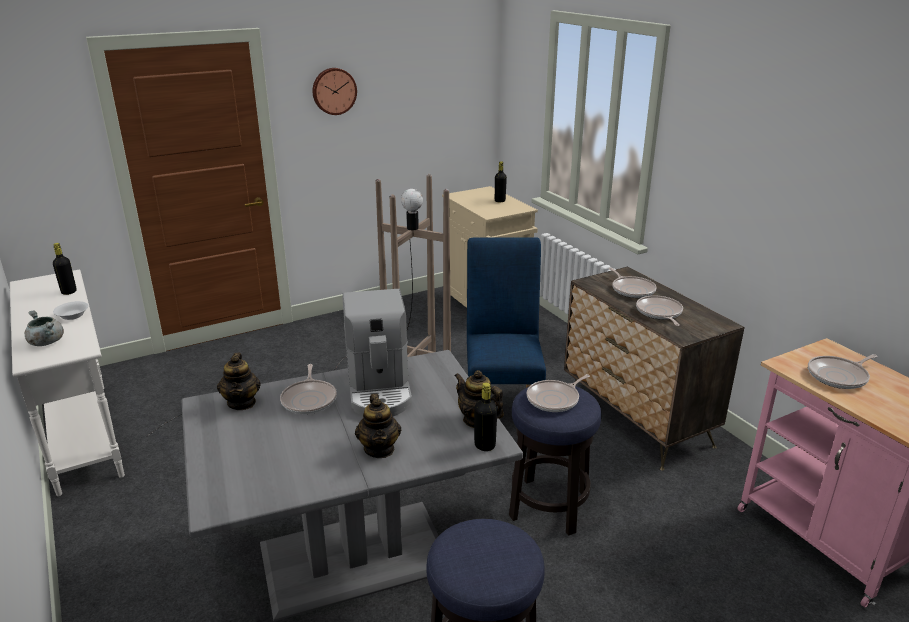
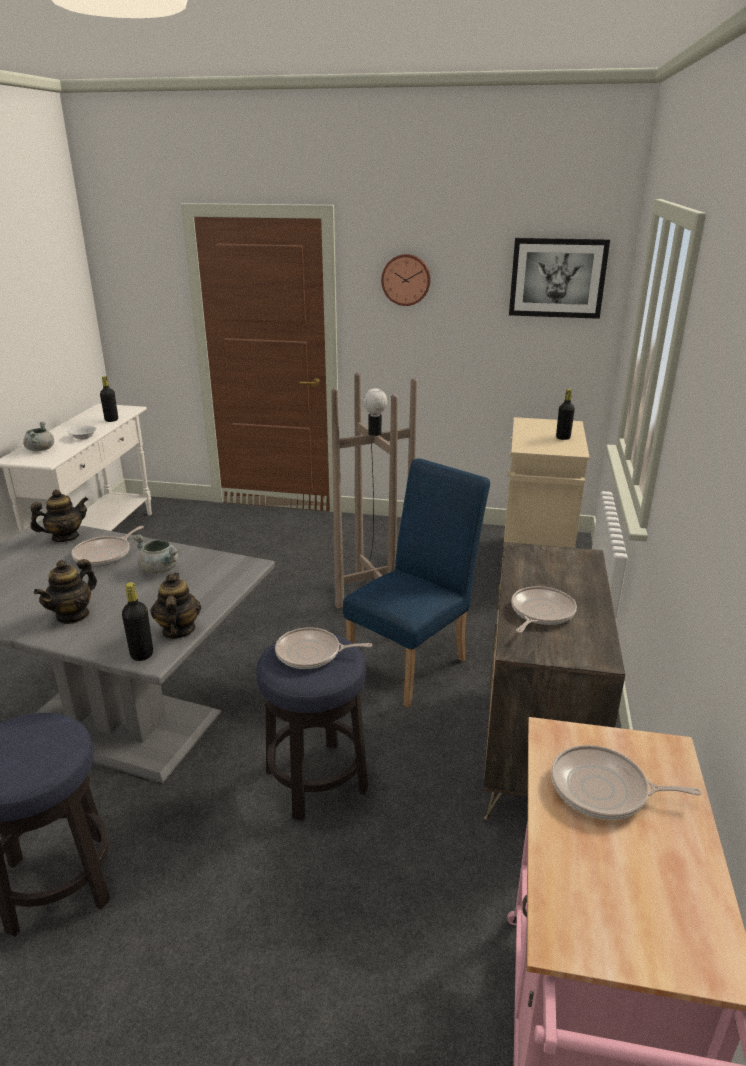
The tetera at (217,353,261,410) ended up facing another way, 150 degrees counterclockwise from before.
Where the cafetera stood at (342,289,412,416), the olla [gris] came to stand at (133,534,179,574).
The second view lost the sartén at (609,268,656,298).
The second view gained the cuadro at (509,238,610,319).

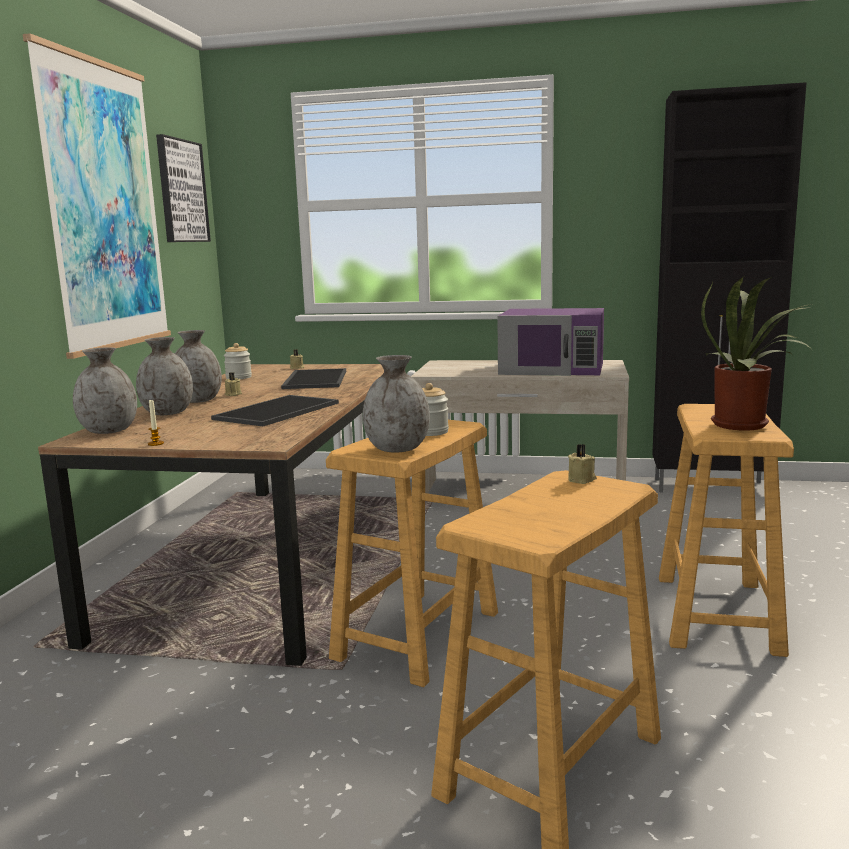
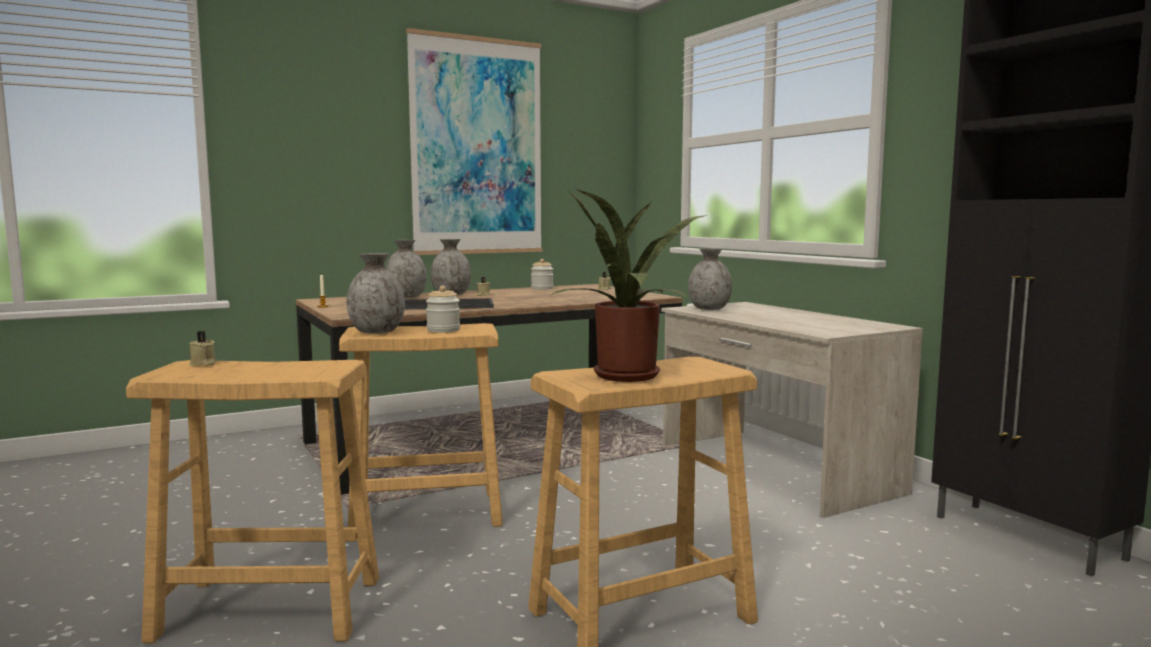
The florero [gris] ended up elsewhere, having gone from (73,347,137,434) to (688,249,732,310).
The second view lost the cuadro at (156,134,211,242).
The second view lost the bandeja at (281,368,346,389).
The second view lost the microondas [morado] at (497,308,604,376).
The vela [beis] ended up elsewhere, having gone from (568,444,597,484) to (189,331,217,366).

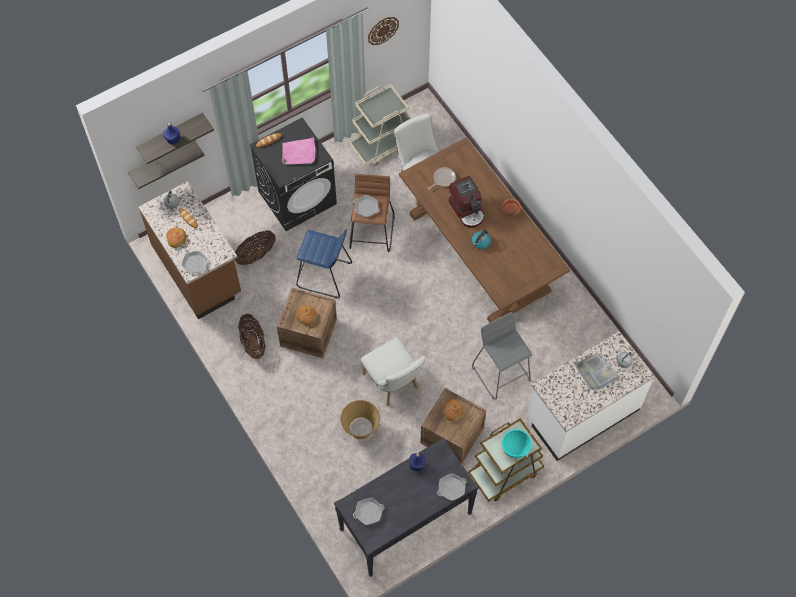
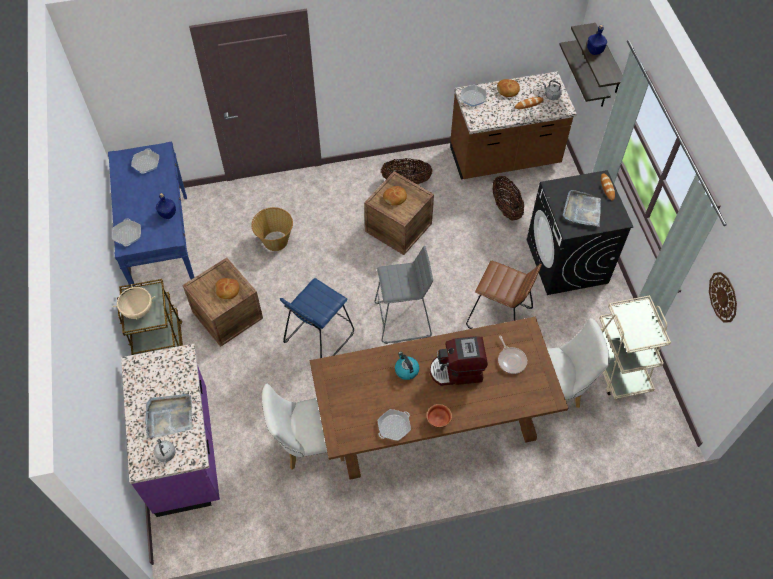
What was the bandeja [rosa] at (282,137,315,164) turned into the bandeja [gris] at (563,190,601,227).
The taburete [azul] ended up elsewhere, having gone from (296,229,352,299) to (280,278,354,358).
What was the mesa consola [negro] at (334,437,478,577) turned into the mesa consola [azul] at (108,141,195,287).
The sartén ended up elsewhere, having gone from (353,195,379,217) to (378,409,411,441).
The silla [blanco] ended up elsewhere, having gone from (361,337,426,406) to (262,384,345,470).
The taburete [gris] ended up elsewhere, having gone from (472,312,532,400) to (374,246,433,344).
What was the olla [turquesa] at (502,429,532,458) turned into the olla [beis] at (113,284,155,320).
What was the mueble bajo de cocina [blanco] at (528,331,655,461) turned into the mueble bajo de cocina [morado] at (121,344,220,517).

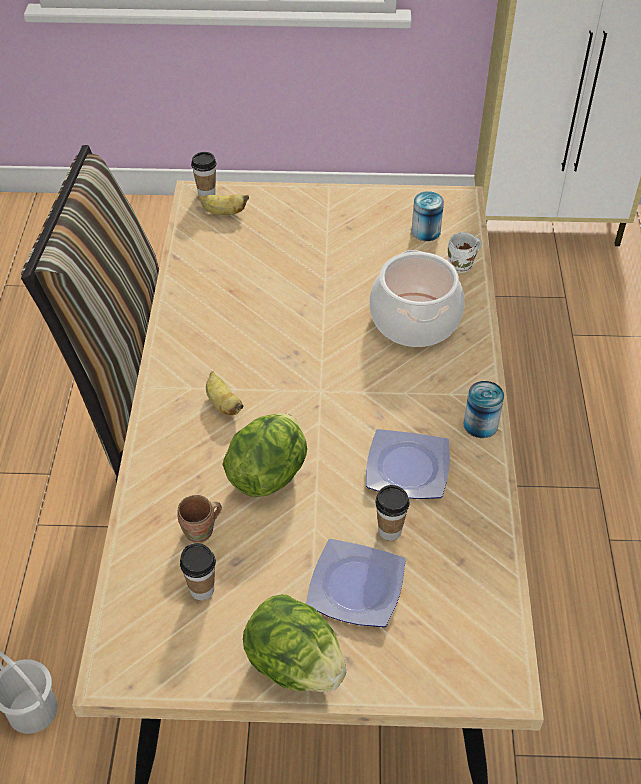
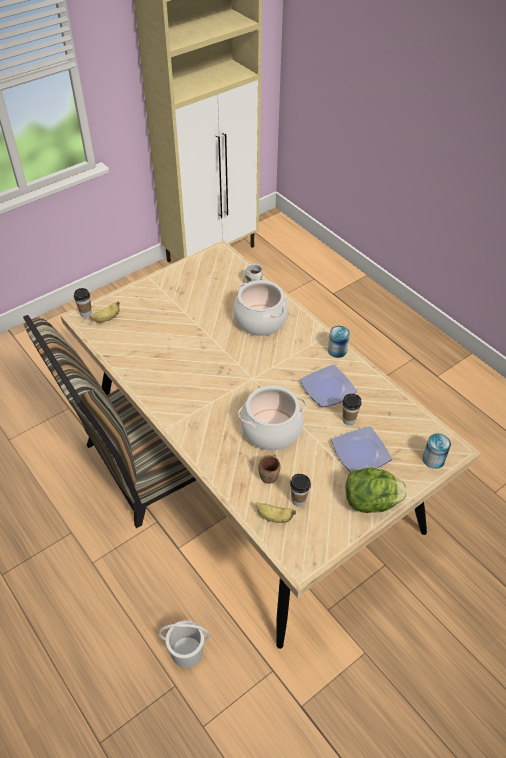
The plátano ended up elsewhere, having gone from (206,371,244,415) to (256,502,296,523).
Where the lechuga stood at (222,413,307,497), the olla came to stand at (238,385,306,450).
The lata ended up elsewhere, having gone from (411,191,444,241) to (423,433,451,469).

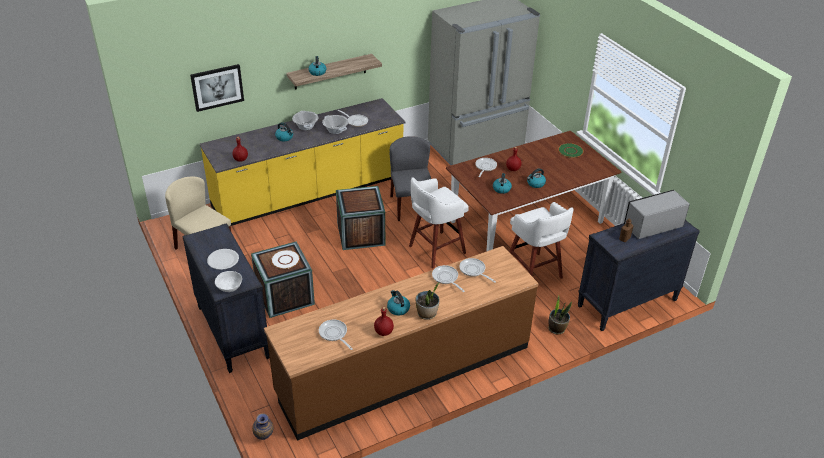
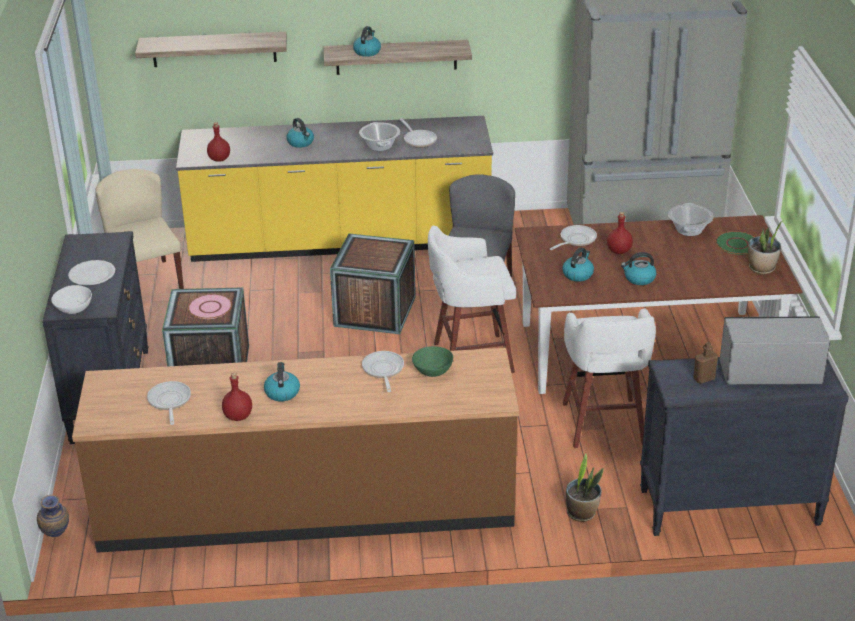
Where the cuadro hung at (190,64,244,112), the estante came to hang at (135,32,287,67).
What was the plato [blanco] at (271,250,300,269) turned into the plato [rosa] at (188,294,232,319).
The olla ended up elsewhere, having gone from (292,111,319,130) to (668,203,713,236).
The planta en maceta ended up elsewhere, having gone from (416,283,439,320) to (748,221,783,274).
Where the sartén stood at (459,258,496,283), the cuenco [verde] came to stand at (412,346,453,377).

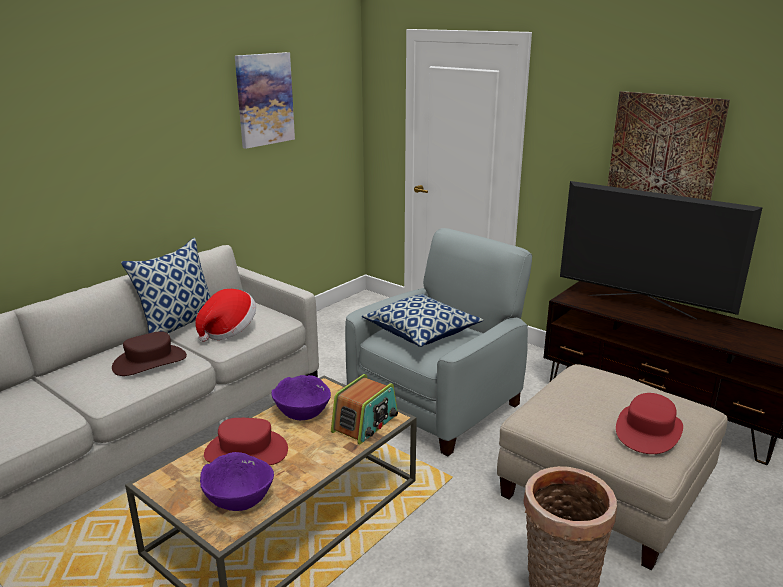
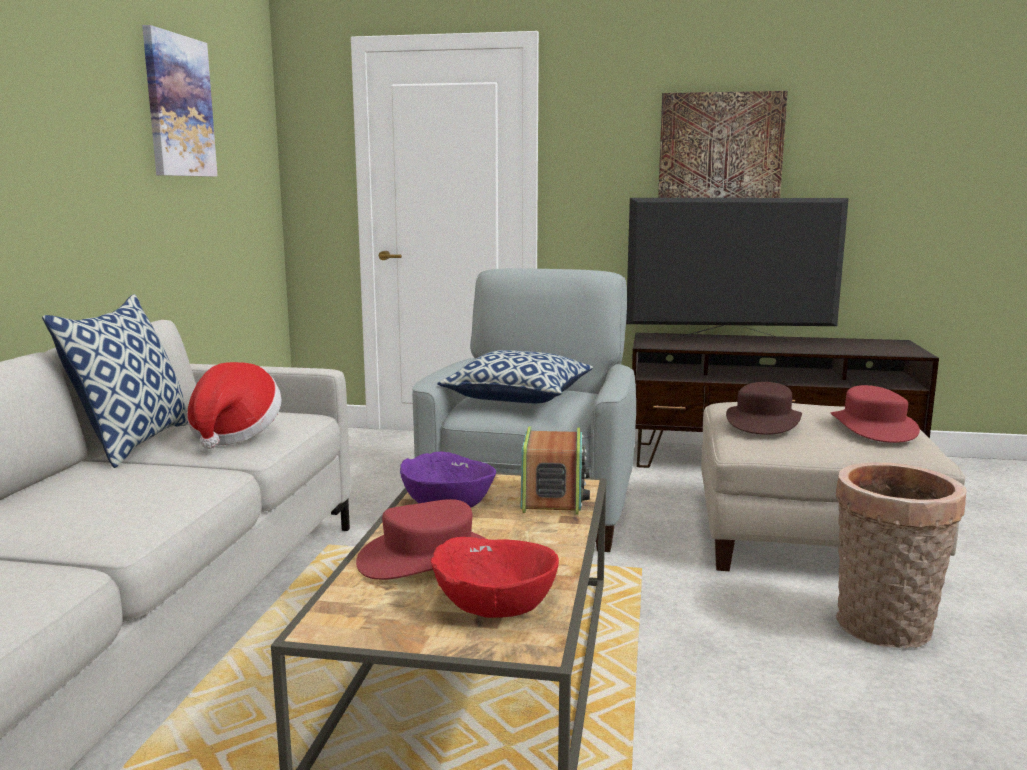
The sombrero [marrón] ended up elsewhere, having gone from (112,331,187,376) to (726,382,802,435).
What was the cuenco [morado] at (200,452,274,511) turned into the cuenco [rojo] at (431,537,559,618).

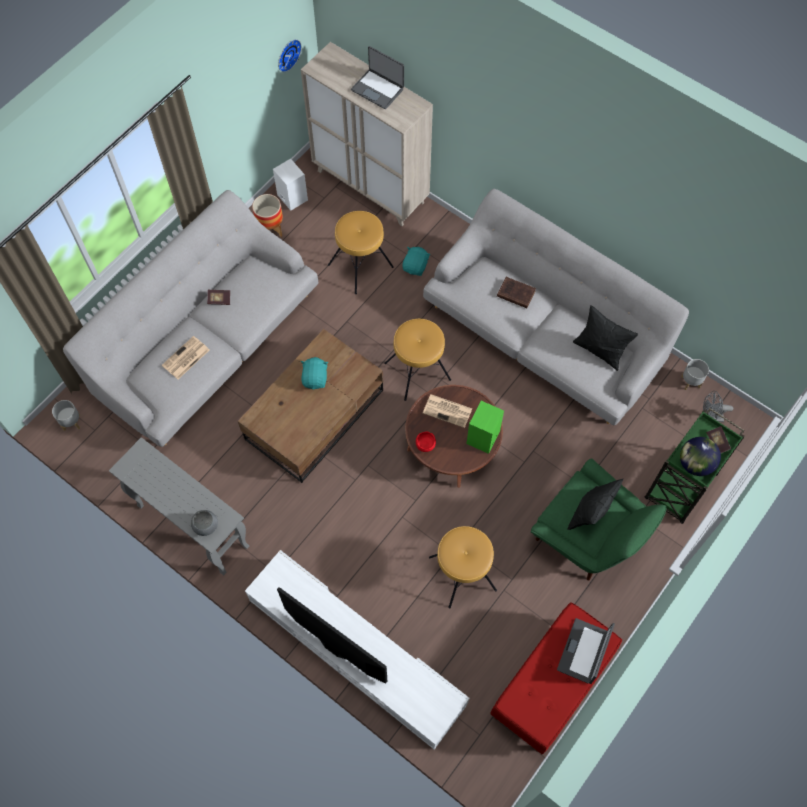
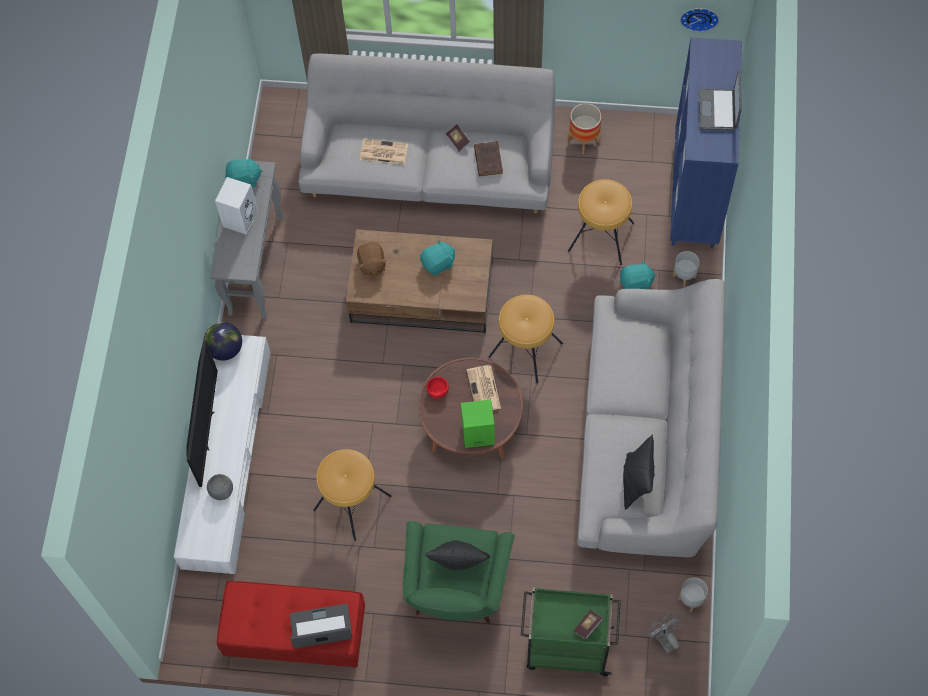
The maceta [gris] ended up elsewhere, having gone from (52,400,80,431) to (673,251,699,287).
The cuenco [gris] ended up elsewhere, having gone from (191,510,218,536) to (207,474,233,500).
The altavoz [blanco] ended up elsewhere, having gone from (273,159,308,211) to (215,177,258,235).
What was the armario [beis] at (301,42,433,226) turned into the armario [azul] at (670,37,742,248).
The libro [marrón] ended up elsewhere, having gone from (497,277,536,308) to (474,141,503,176).
The globo terráqueo ended up elsewhere, having gone from (680,437,721,476) to (204,322,242,361).
The second view gained the peluche [turquesa] at (225,155,263,187).
The second view gained the peluche [marrón] at (357,242,387,277).

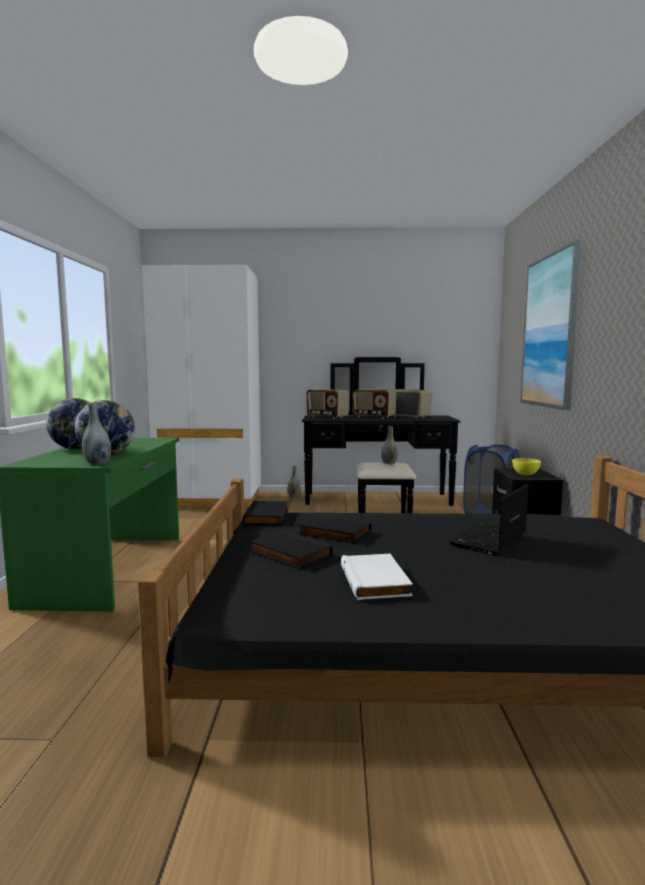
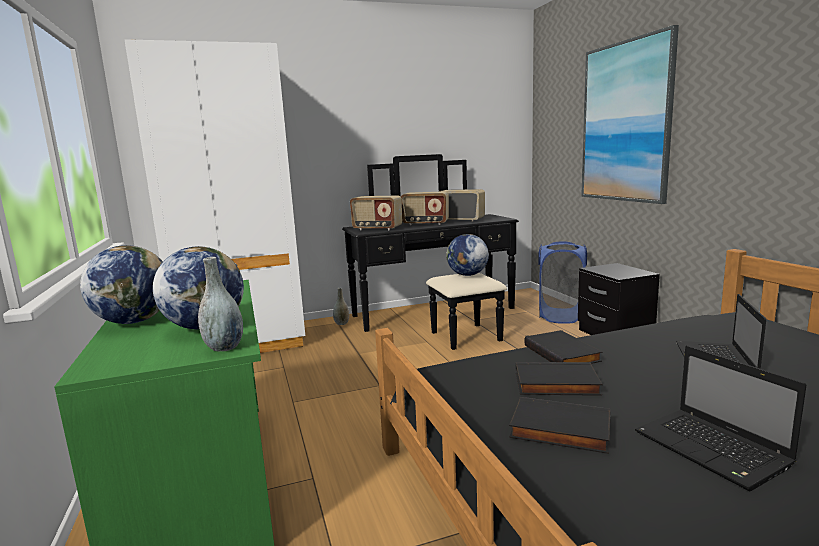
The libro [negro] ended up elsewhere, having gone from (242,501,288,525) to (524,330,602,364).
Where the libro [blanco] stood at (341,554,413,600), the portátil came to stand at (635,346,806,491).
Where the florero [gris] stood at (381,426,398,464), the globo terráqueo came to stand at (446,234,489,276).
The second view lost the cuenco [amarillo] at (512,458,541,475).

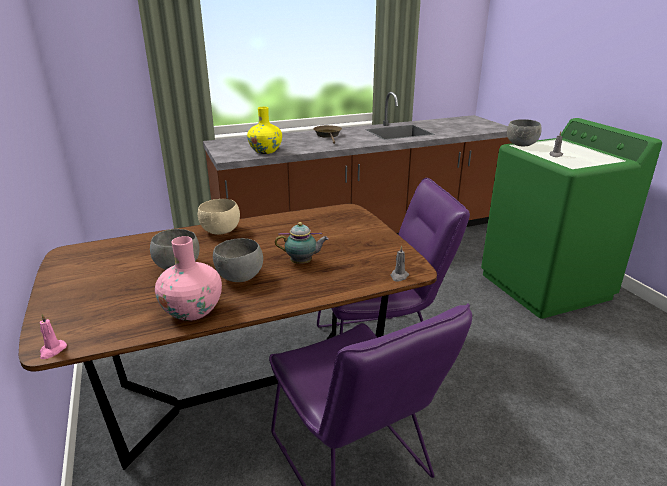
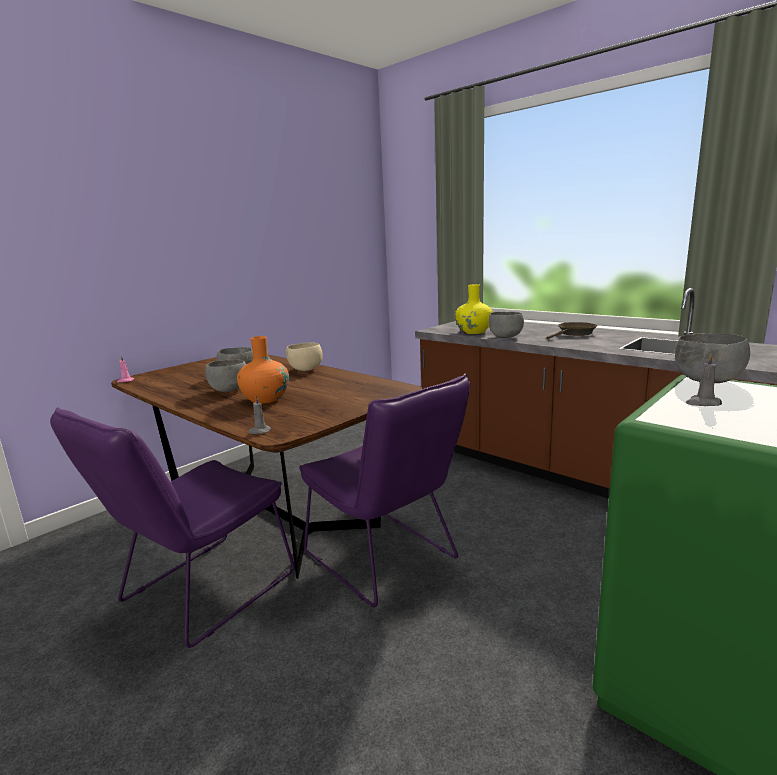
The second view lost the florero [rosa] at (155,236,222,321).
Where the tetera stood at (275,222,329,264), the florero [naranja] came to stand at (237,336,289,404).
The second view gained the cuenco [gris] at (489,312,524,338).

